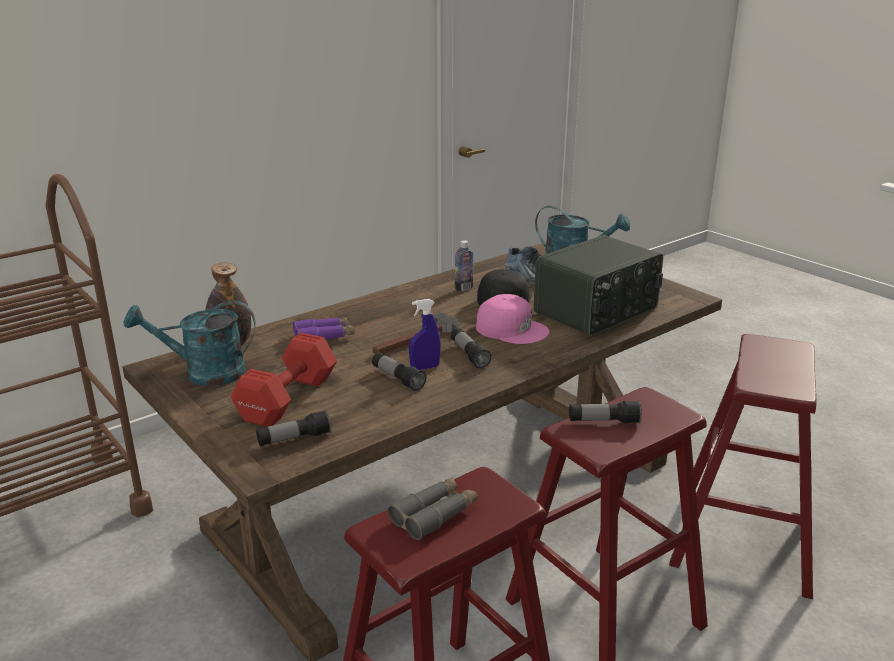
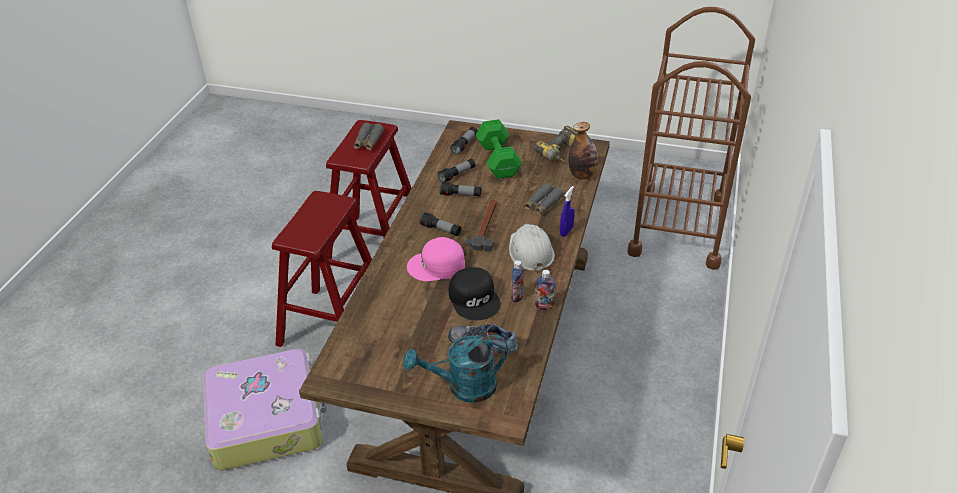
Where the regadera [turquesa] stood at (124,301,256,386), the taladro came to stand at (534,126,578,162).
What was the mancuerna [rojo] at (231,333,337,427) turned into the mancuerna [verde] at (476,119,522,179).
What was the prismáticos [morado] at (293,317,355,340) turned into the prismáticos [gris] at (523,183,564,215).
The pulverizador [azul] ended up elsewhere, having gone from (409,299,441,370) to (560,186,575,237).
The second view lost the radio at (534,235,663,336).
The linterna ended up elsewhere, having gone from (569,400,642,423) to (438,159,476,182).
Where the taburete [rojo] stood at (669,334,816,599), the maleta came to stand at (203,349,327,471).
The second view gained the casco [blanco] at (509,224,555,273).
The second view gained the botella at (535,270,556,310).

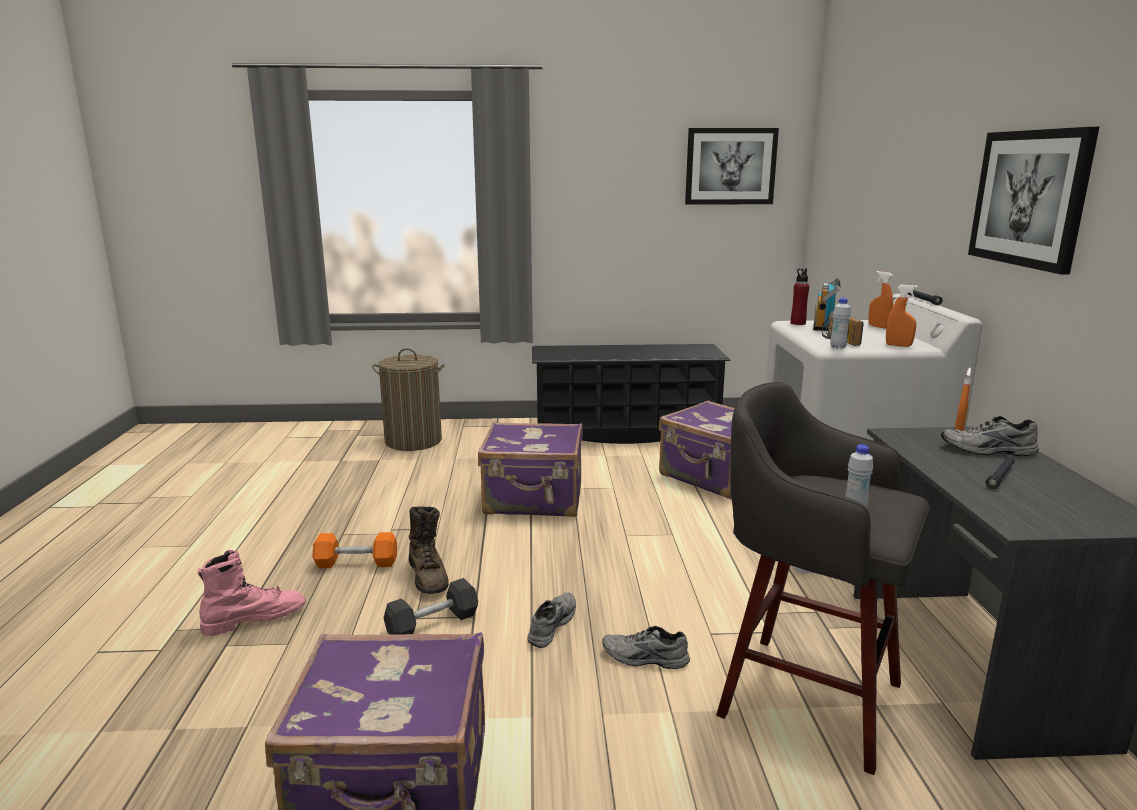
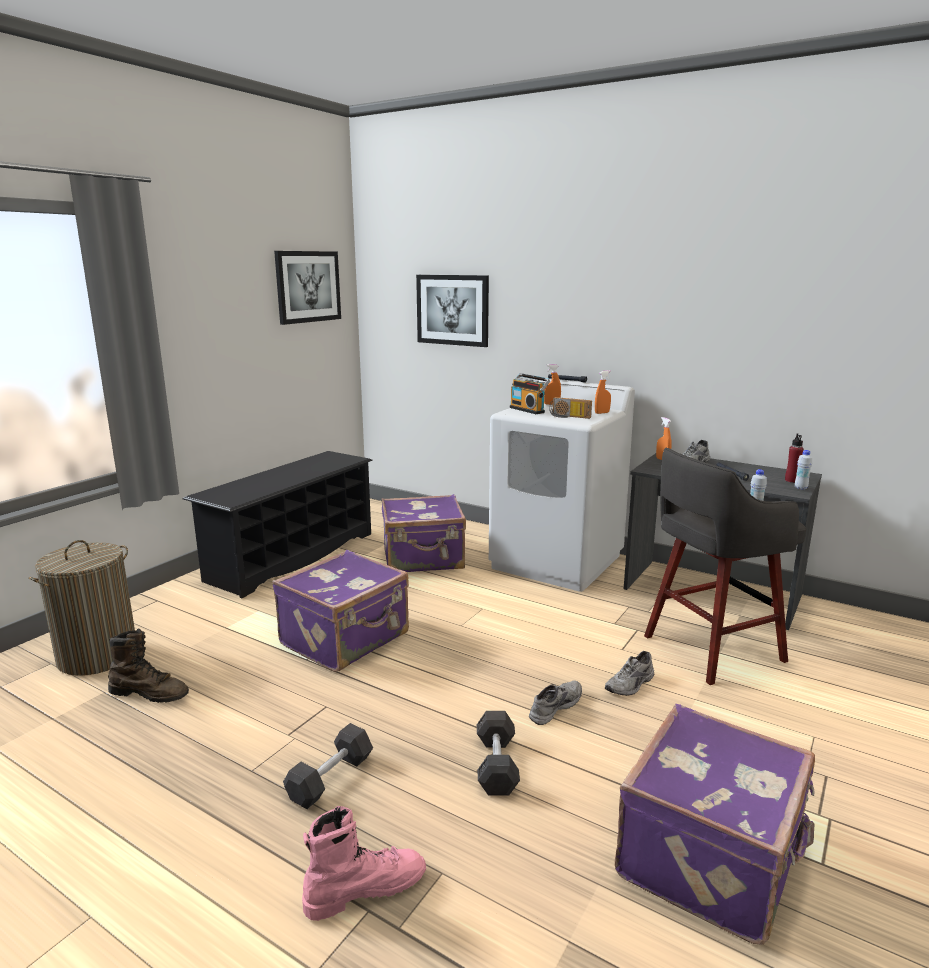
The bota [rosa] at (198,550,306,636) ended up facing another way, 60 degrees clockwise from before.
What was the mancuerna [naranja] at (312,532,397,568) turned into the mancuerna [gris] at (283,723,373,809).
The bota [marrón] ended up elsewhere, having gone from (409,507,449,594) to (108,628,189,703).
The zapato [gris] at (527,592,576,648) ended up facing another way, 75 degrees clockwise from before.
The botella [rojo] ended up elsewhere, having gone from (791,268,809,325) to (785,433,804,483).
The botella [blanco] ended up elsewhere, having gone from (830,297,851,349) to (795,450,812,490).
The cuadro ended up elsewhere, having gone from (968,127,1099,275) to (416,275,489,347).

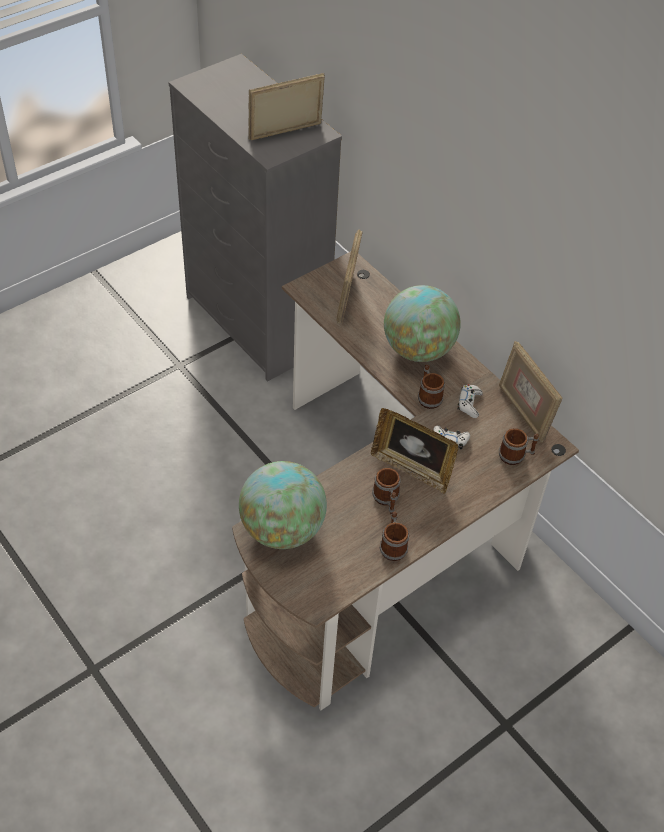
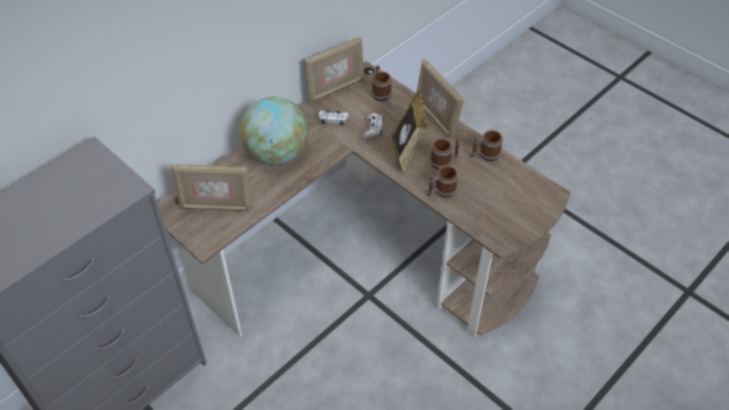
The second view lost the globo terráqueo at (239,461,327,549).
The portarretratos ended up elsewhere, having gone from (248,73,325,140) to (416,59,464,140).
The taza grande ended up elsewhere, having gone from (418,364,445,409) to (427,166,458,198).

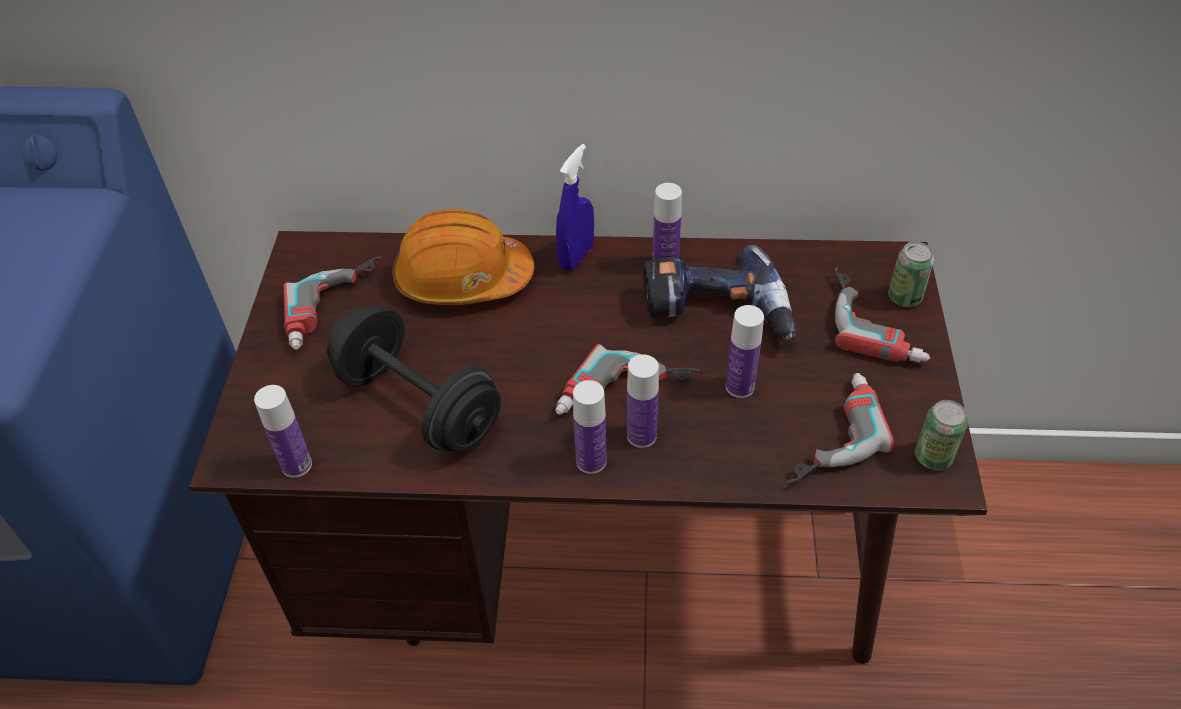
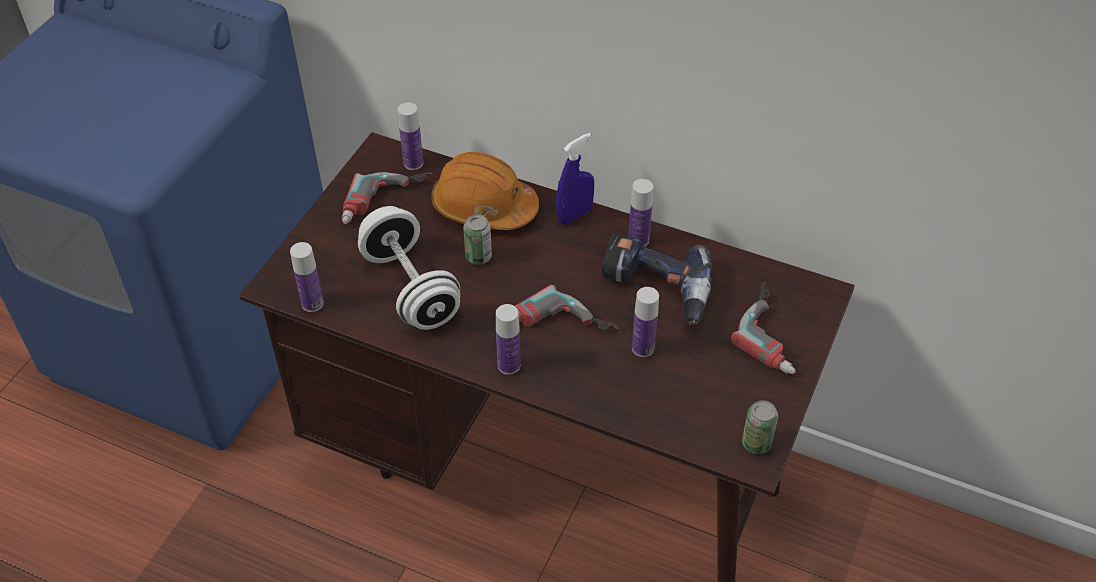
What was the mancuerna [negro] at (327,306,501,452) turned into the mancuerna [blanco] at (358,206,460,330).
The botella ended up elsewhere, having gone from (627,354,659,448) to (398,102,423,170).
The second view lost the taladro at (788,373,894,484).
The lata ended up elsewhere, having gone from (889,241,934,307) to (463,214,492,265).

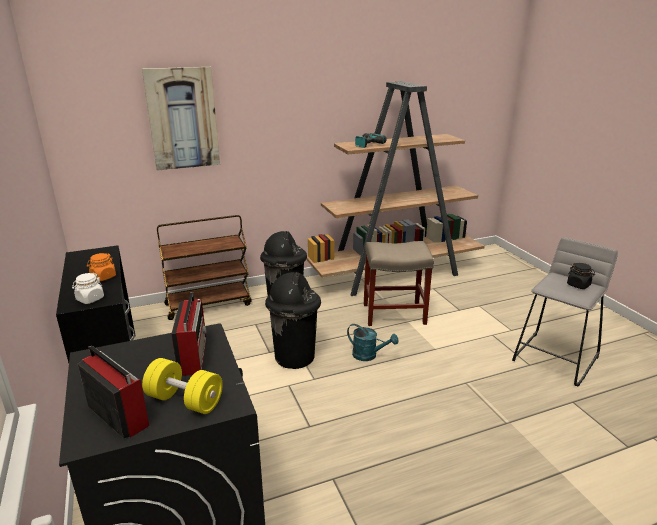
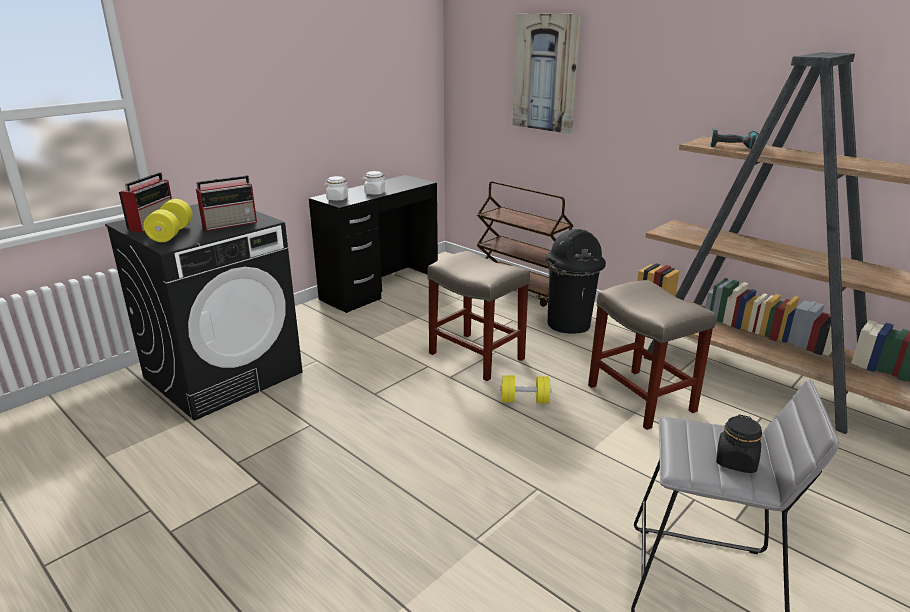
What was the tarro [naranja] at (87,253,116,281) turned into the tarro [blanco] at (362,171,386,195).
Where the papelera [negro] stood at (265,272,321,369), the taburete [beis] came to stand at (427,251,530,381).
Where the regadera [turquesa] stood at (347,324,399,361), the mancuerna [amarillo] came to stand at (500,375,551,404).

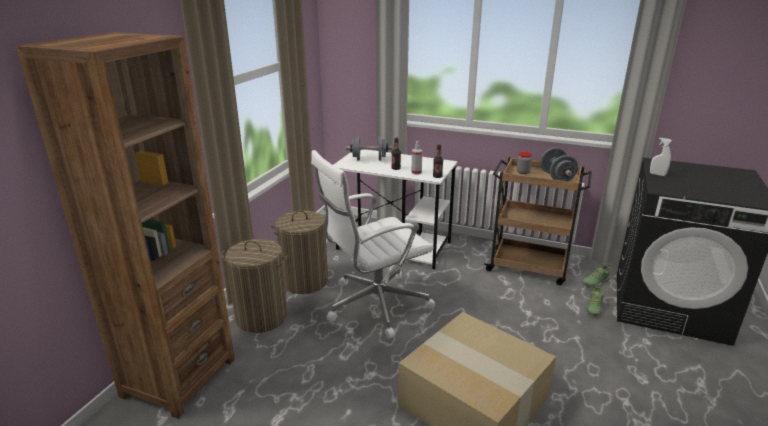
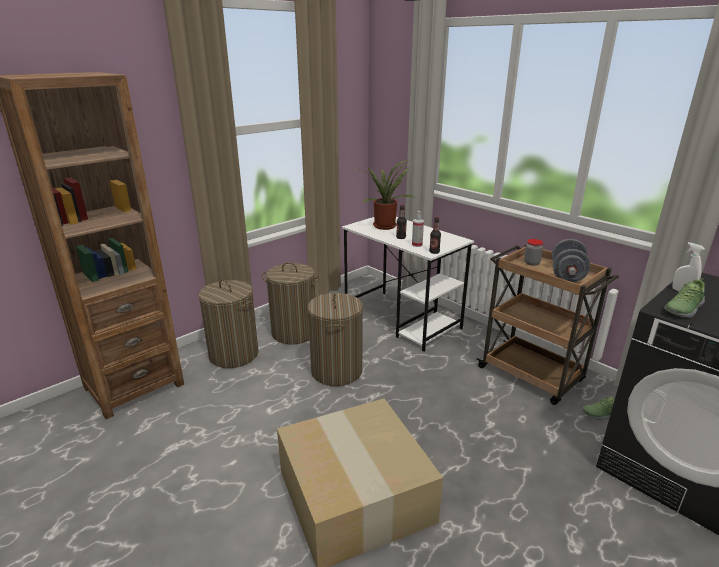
Where the silla de oficina [blanco] stood at (311,150,436,339), the cesto de la ropa came to stand at (308,293,363,386).
Where the mancuerna [gris] stood at (346,136,392,160), the planta en maceta came to stand at (357,160,415,230).
The zapato ended up elsewhere, having gone from (585,285,603,316) to (664,278,705,318).

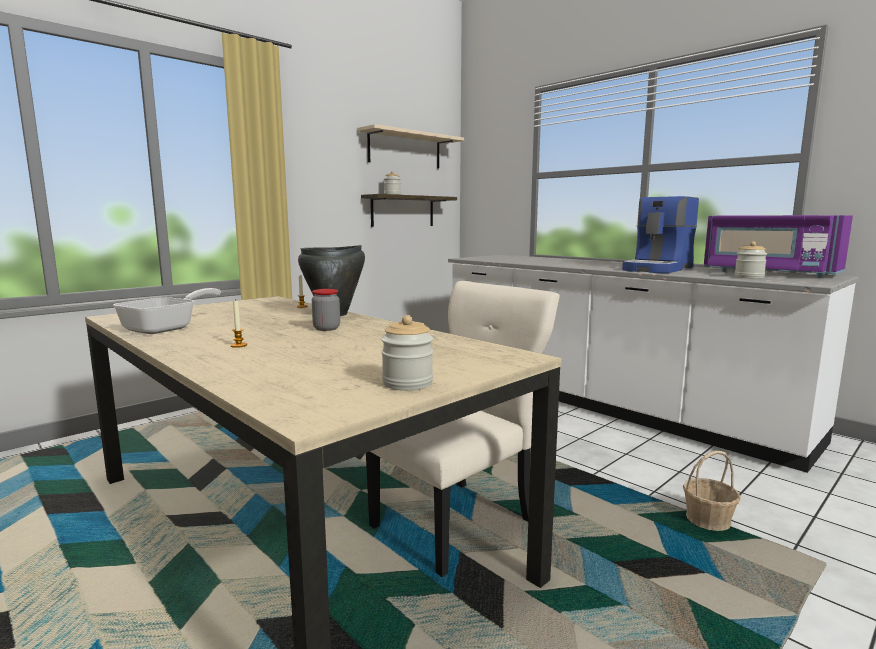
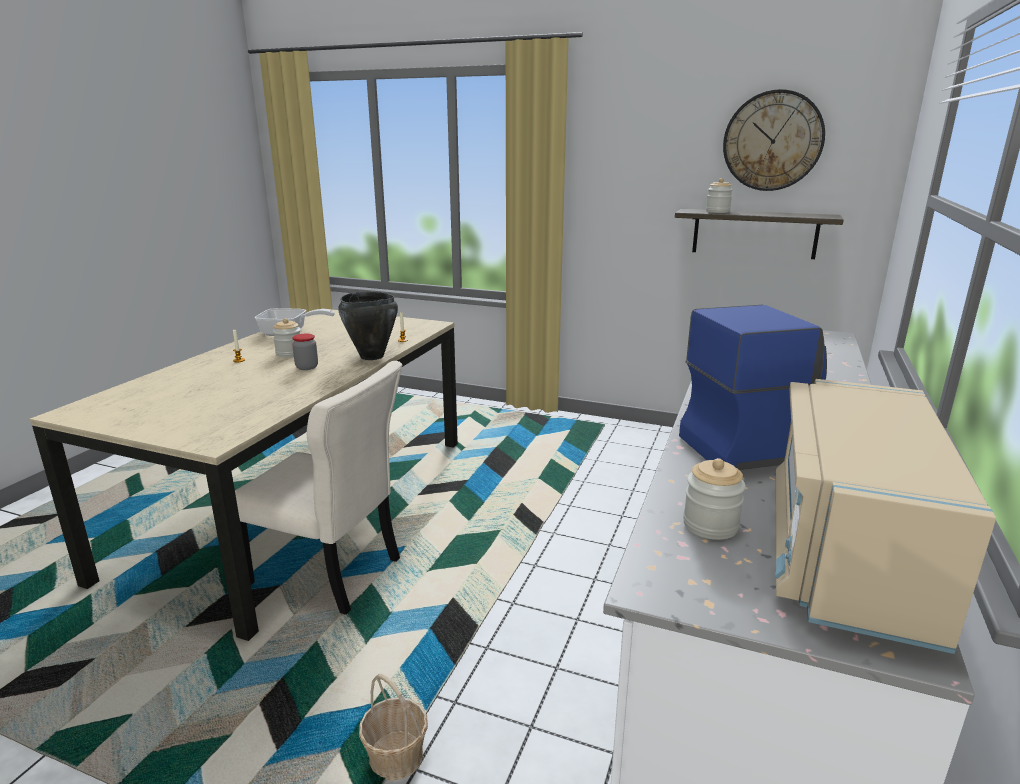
Where the estante [beis] hung at (357,124,464,169), the reloj de pared came to hang at (723,89,825,191).
The tarro ended up elsewhere, having gone from (381,315,433,390) to (272,318,301,357).
The cafetera at (622,196,699,273) ended up facing another way, 150 degrees clockwise from before.
What was the microondas [morado] at (704,215,853,278) turned into the microondas [beis] at (775,379,996,654).

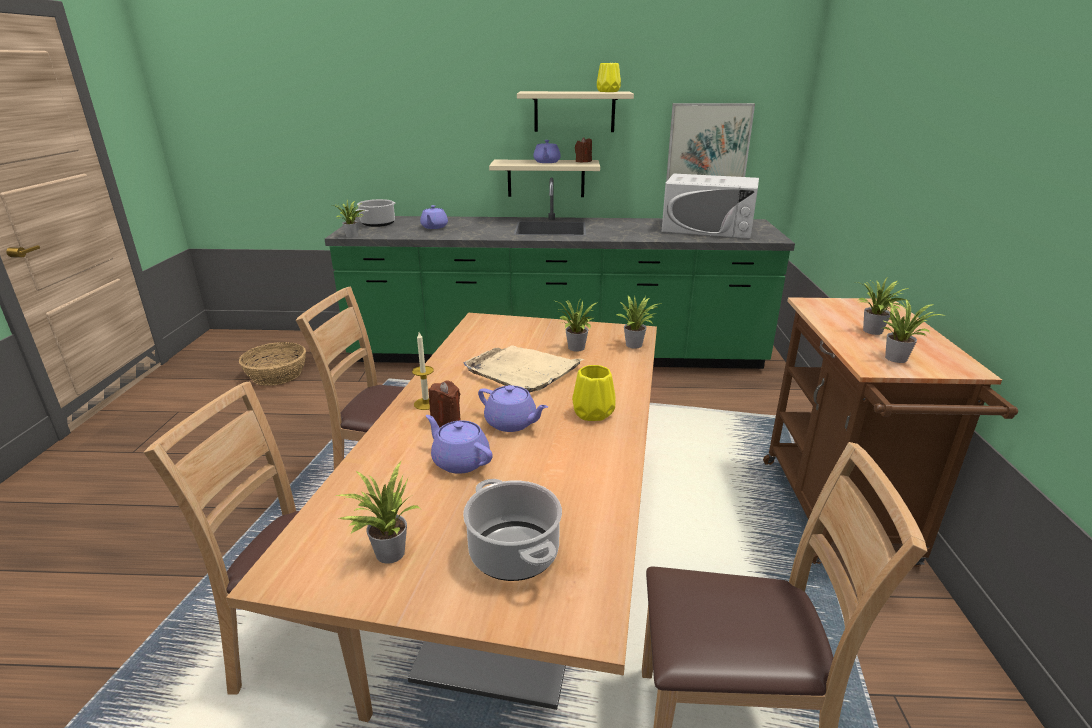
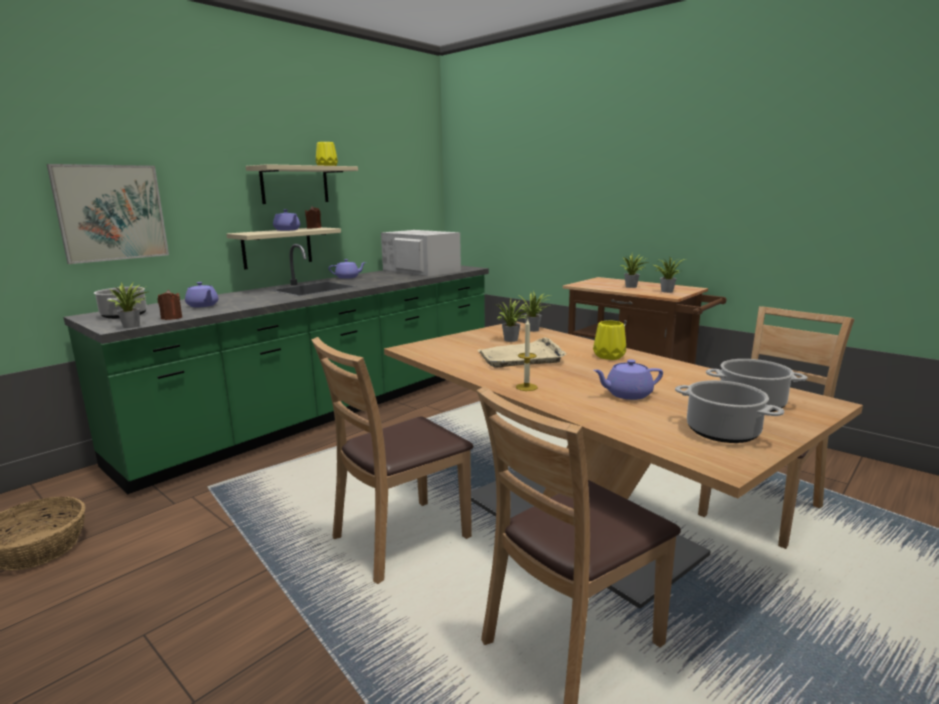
Where the planta en maceta stood at (336,462,420,564), the olla came to stand at (675,380,784,443).
The vela [marrón] ended up elsewhere, having gone from (429,380,461,428) to (157,290,182,320).
The tetera [morado] ended up elsewhere, having gone from (478,385,548,432) to (328,259,366,279).
The microondas [blanco] at (662,174,759,239) ended up facing another way, 105 degrees counterclockwise from before.
The cuadro ended up elsewhere, having gone from (666,103,755,181) to (47,164,169,264).

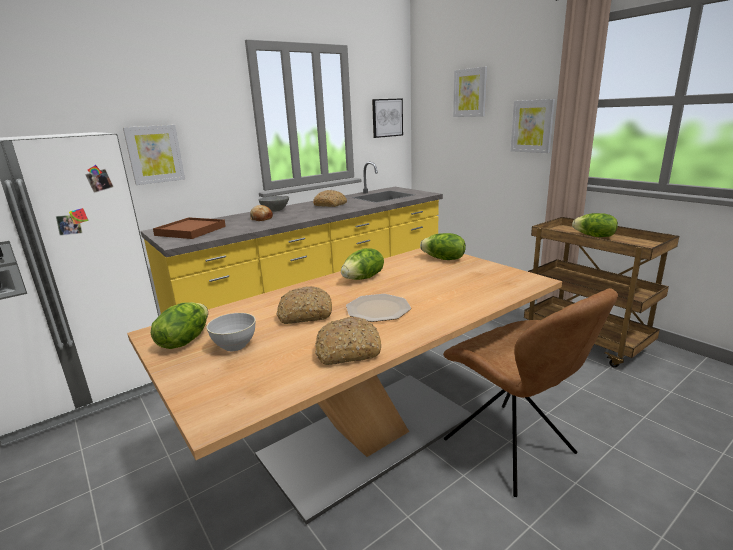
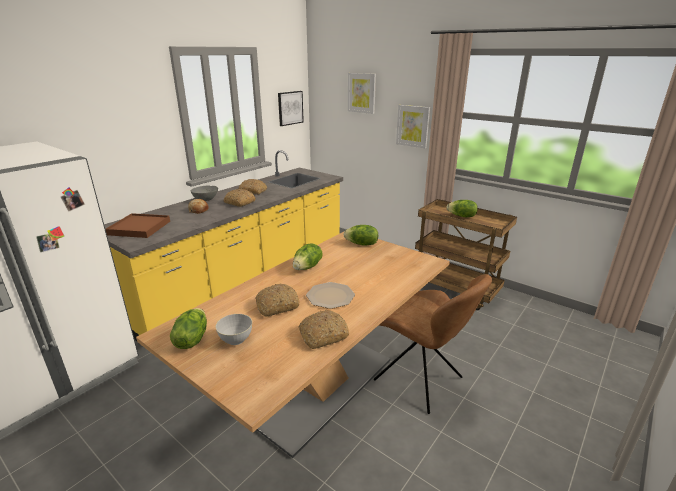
The second view lost the cuadro at (123,125,185,185).
The second view gained the pan at (223,189,256,207).

